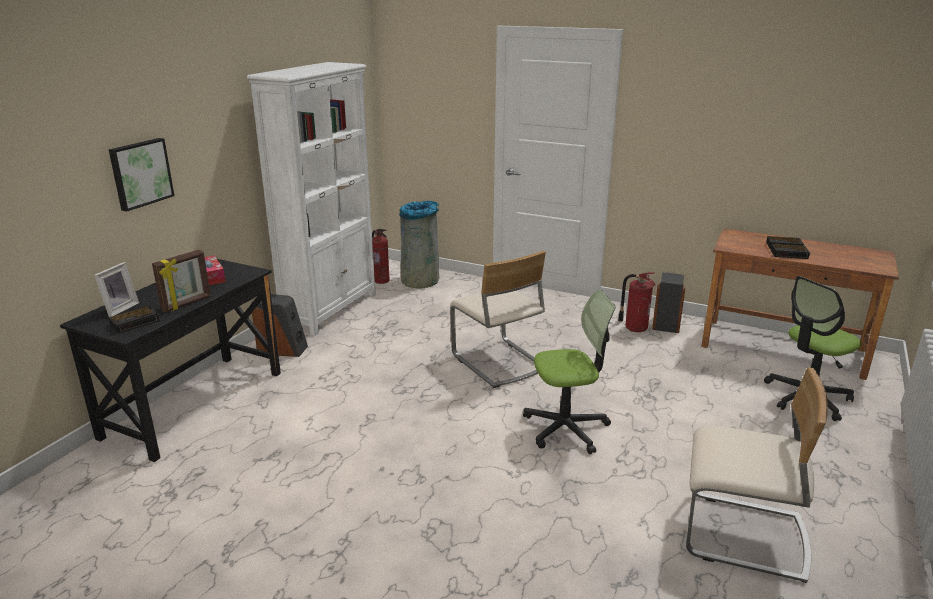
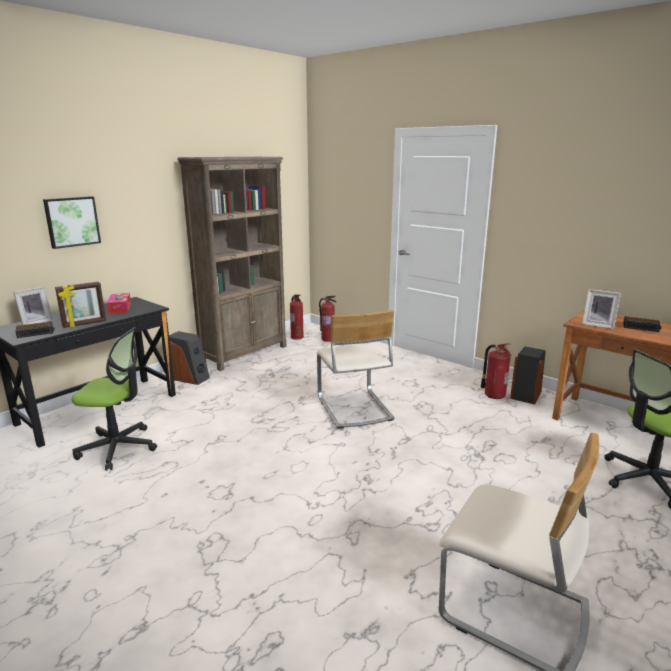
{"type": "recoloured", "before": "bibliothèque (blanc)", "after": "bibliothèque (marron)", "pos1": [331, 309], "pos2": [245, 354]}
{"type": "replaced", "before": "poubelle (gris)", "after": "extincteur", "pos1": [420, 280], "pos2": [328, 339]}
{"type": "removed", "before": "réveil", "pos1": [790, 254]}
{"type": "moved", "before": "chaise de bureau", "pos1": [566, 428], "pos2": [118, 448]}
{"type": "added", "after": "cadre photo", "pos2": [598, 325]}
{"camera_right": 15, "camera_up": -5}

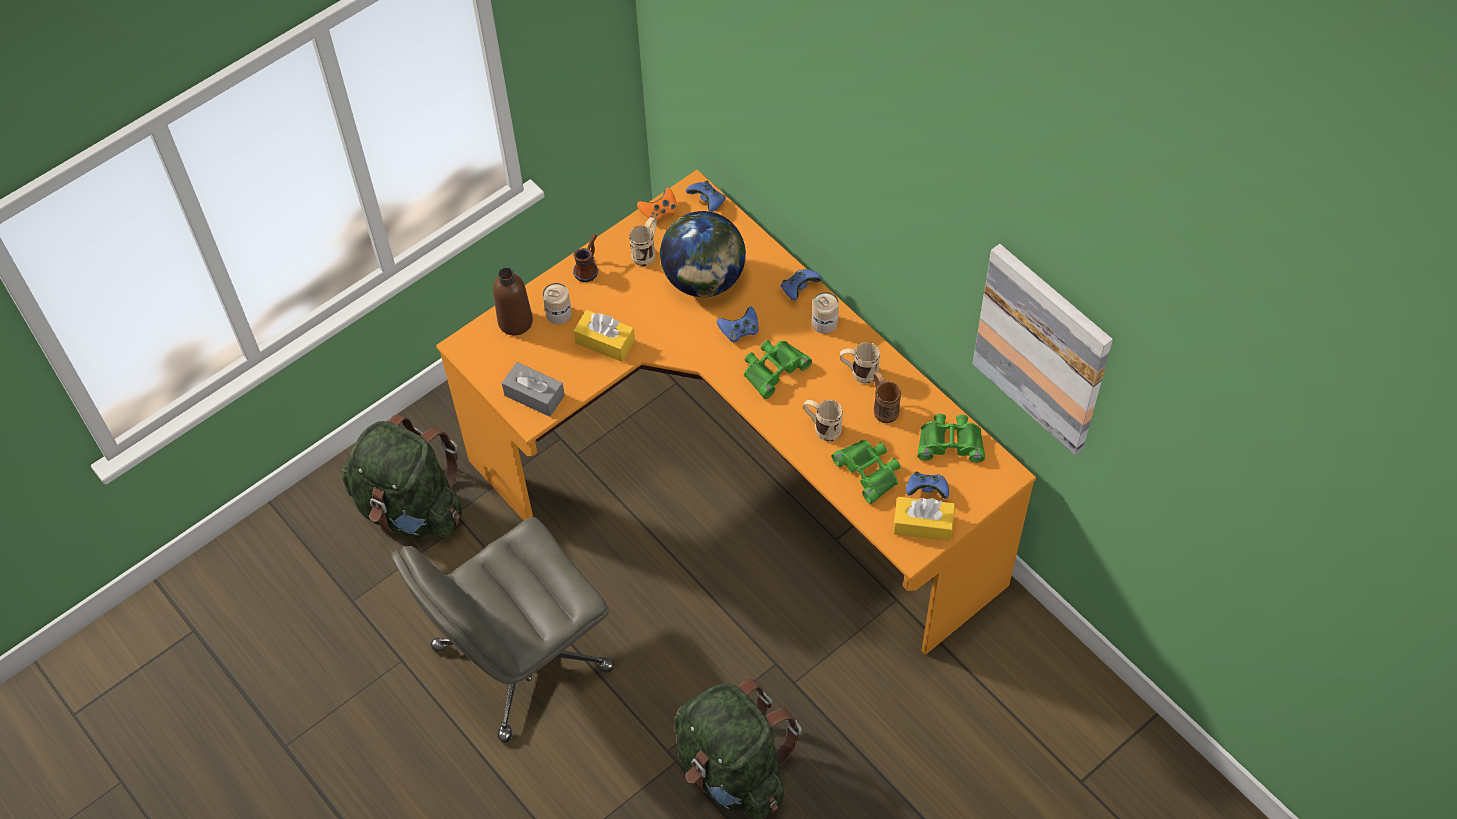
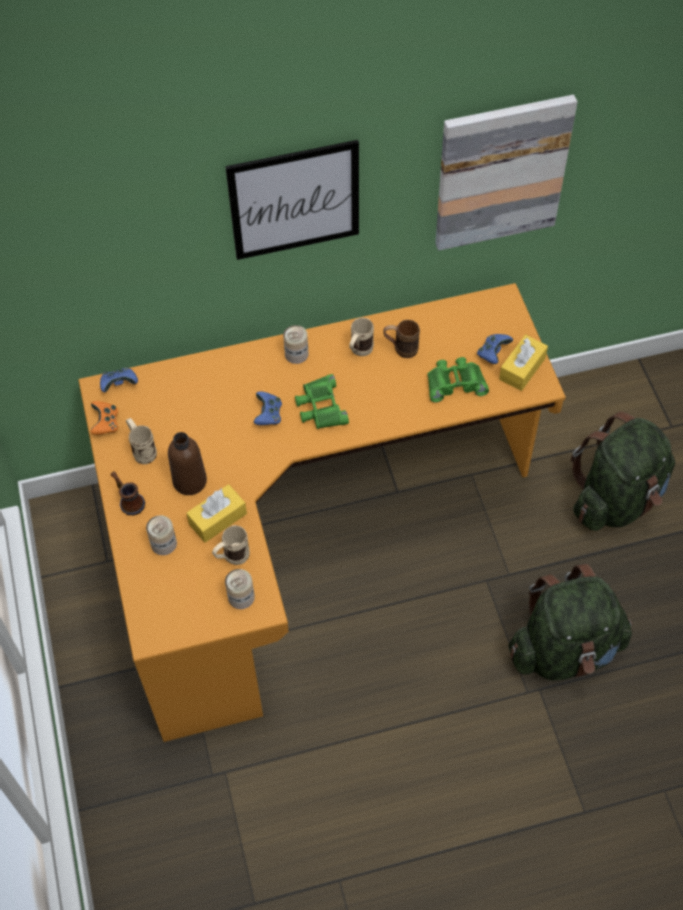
{"type": "removed", "before": "globe", "pos1": [704, 280]}
{"type": "moved", "before": "bouteille (marron)", "pos1": [515, 321], "pos2": [190, 481]}
{"type": "removed", "before": "manette (bleu)", "pos1": [799, 289]}
{"type": "replaced", "before": "boîte à mouchoirs (gris)", "after": "boîte métallique", "pos1": [534, 395], "pos2": [241, 597]}
{"type": "moved", "before": "mug (beige)", "pos1": [822, 428], "pos2": [232, 558]}
{"type": "moved", "before": "sac à dos (vert)", "pos1": [411, 508], "pos2": [617, 498]}
{"type": "removed", "before": "jumelles (vert)", "pos1": [950, 442]}
{"type": "removed", "before": "chaise de bureau (gris)", "pos1": [520, 659]}
{"type": "added", "after": "tableau", "pos2": [294, 200]}
{"camera_right": -65, "camera_up": 0}

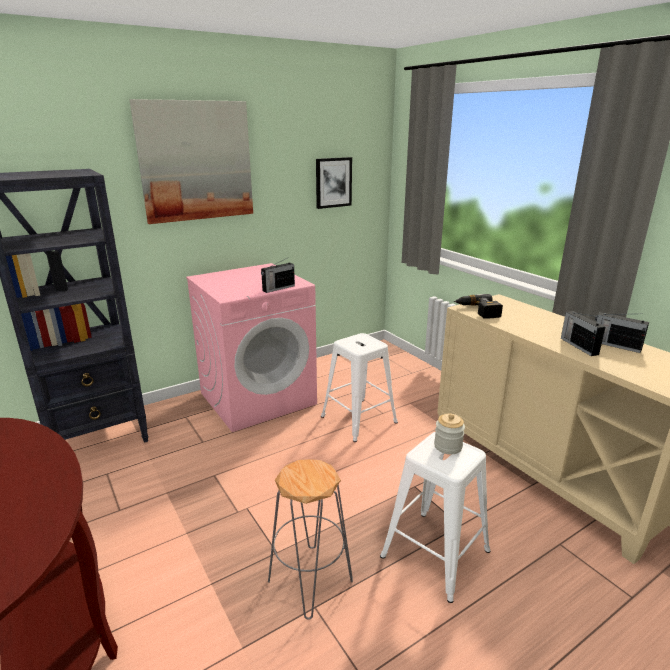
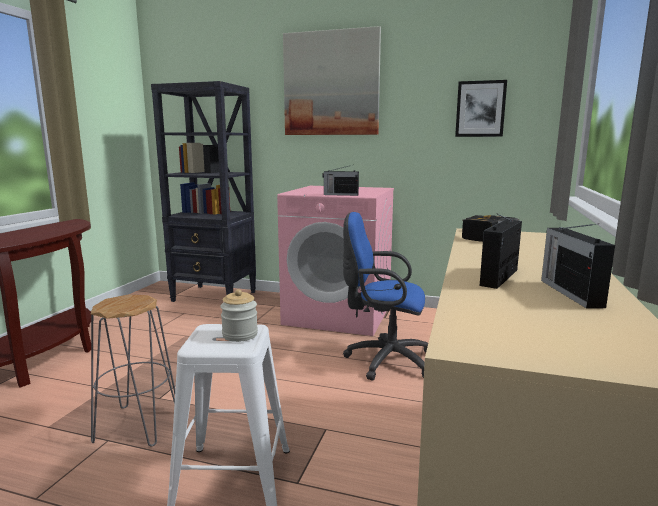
{"type": "replaced", "before": "tabouret (blanc)", "after": "chaise de bureau (bleu)", "pos1": [357, 419], "pos2": [384, 360]}
{"camera_right": 50, "camera_up": -10}

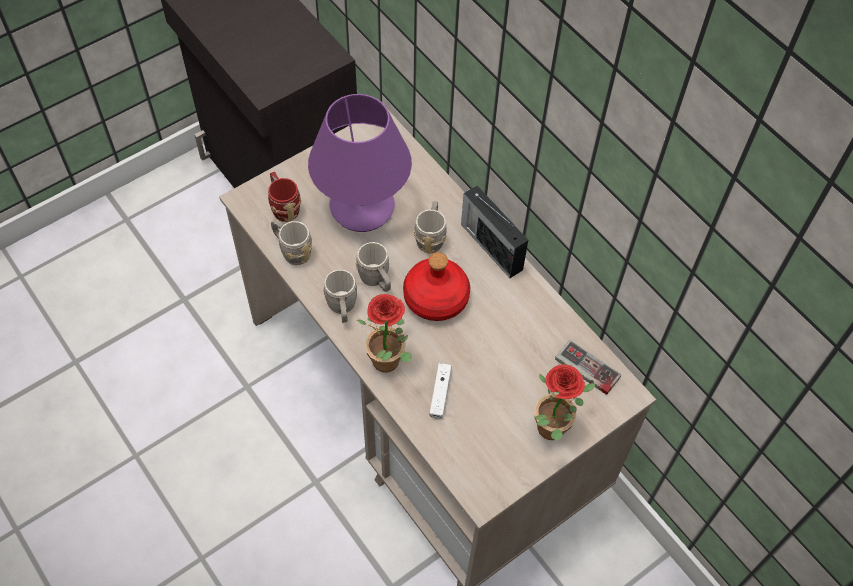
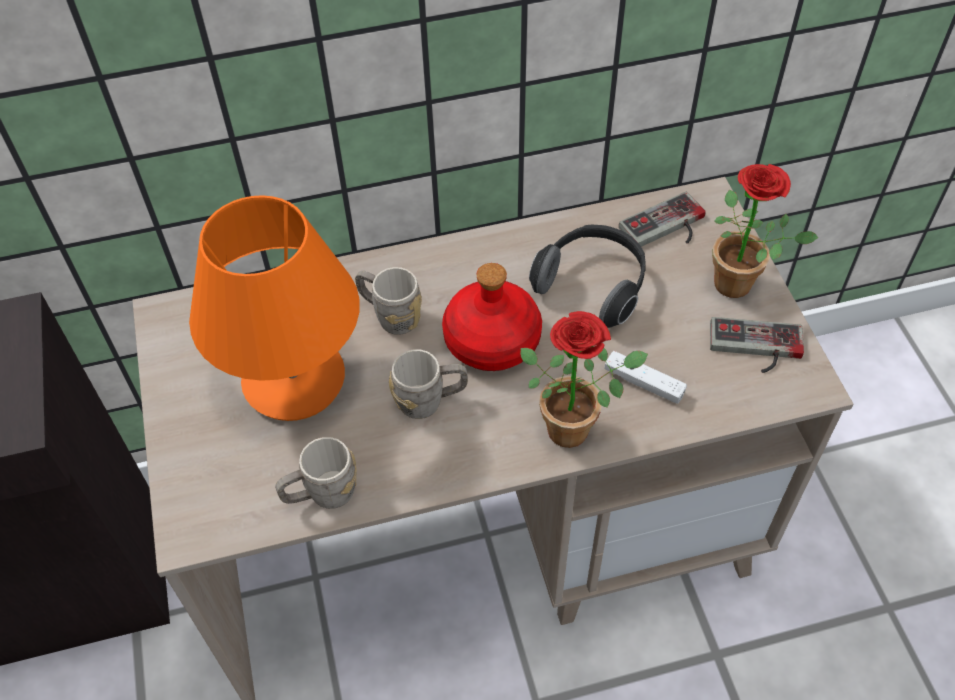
{"type": "recoloured", "before": "lampe de table (violet)", "after": "lampe de table (orange)", "pos1": [361, 206], "pos2": [293, 381]}
{"type": "removed", "before": "mug (rouge)", "pos1": [283, 206]}
{"type": "removed", "before": "radio", "pos1": [490, 245]}
{"type": "removed", "before": "mug (gris)", "pos1": [342, 308]}
{"type": "added", "after": "casque audio", "pos2": [593, 285]}
{"type": "added", "after": "manette", "pos2": [755, 349]}
{"camera_right": -65, "camera_up": -5}

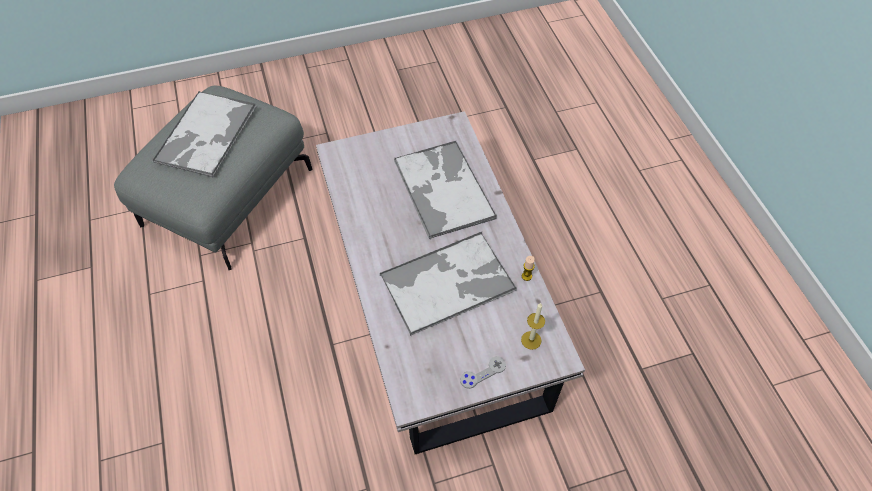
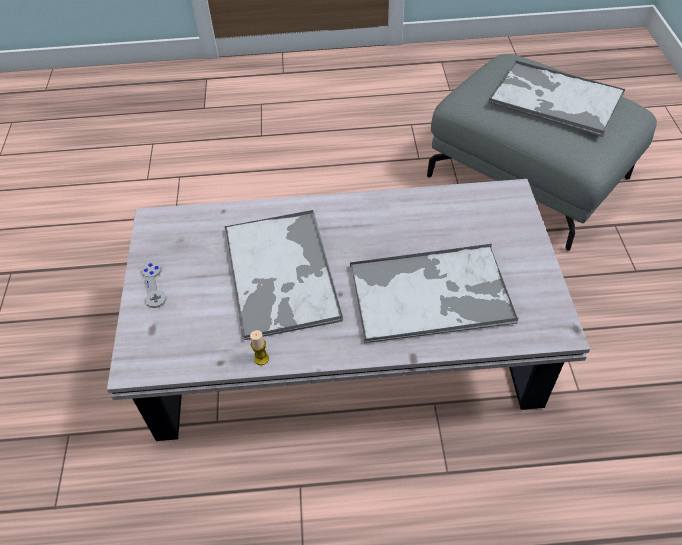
{"type": "removed", "before": "bougie", "pos1": [531, 340]}
{"camera_right": 105, "camera_up": -5}

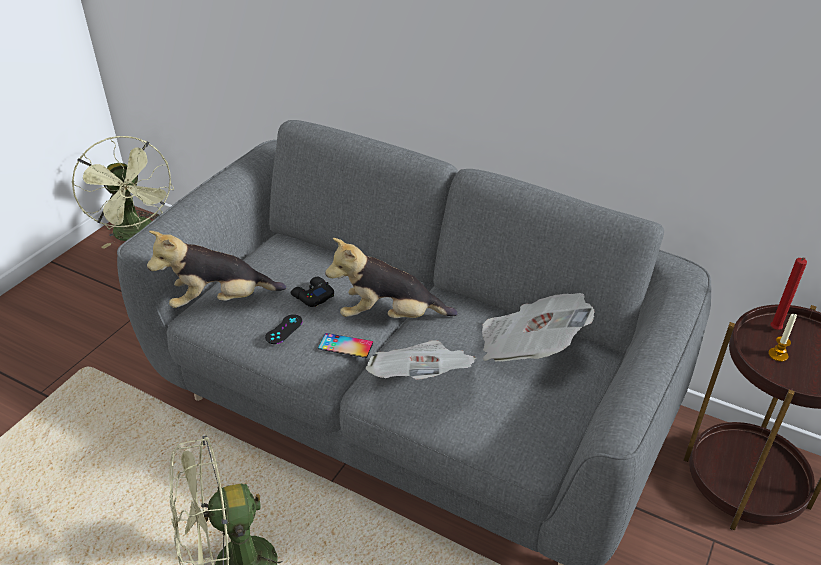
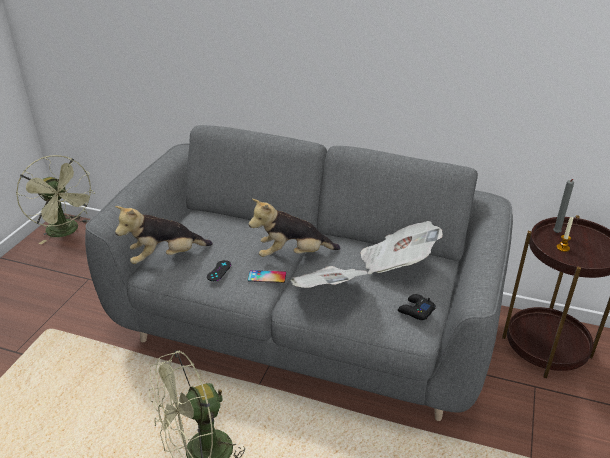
{"type": "recoloured", "before": "bougie (rouge)", "after": "bougie (gris)", "pos1": [774, 330], "pos2": [556, 233]}
{"type": "moved", "before": "manette (noir)", "pos1": [312, 296], "pos2": [415, 311]}
{"camera_right": -10, "camera_up": -5}

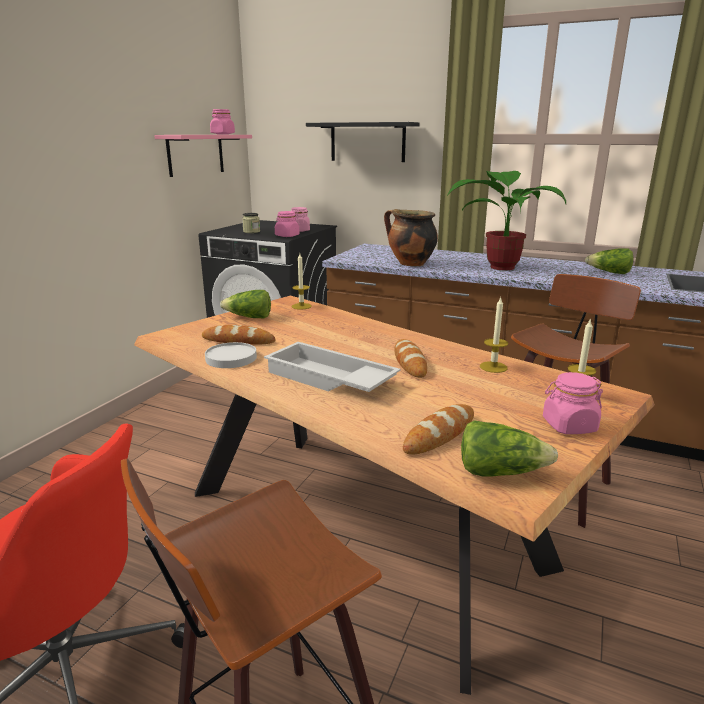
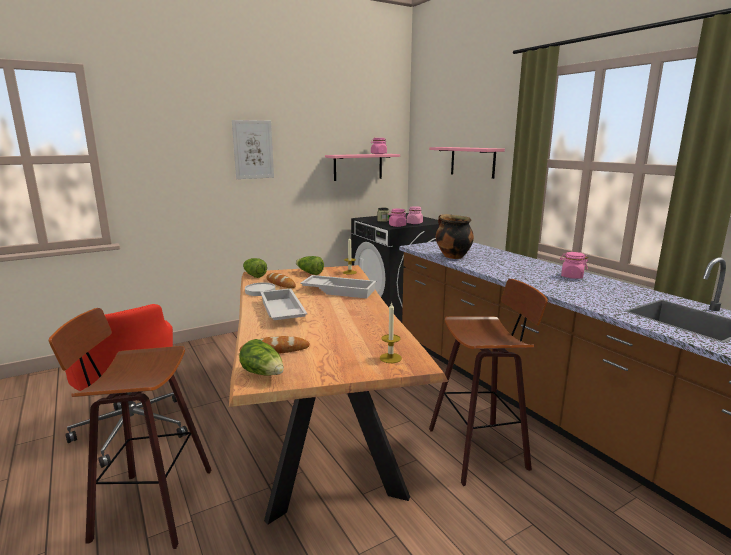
{"type": "recoloured", "before": "étagère (noir)", "after": "étagère (rose)", "pos1": [367, 142], "pos2": [472, 162]}
{"type": "removed", "before": "plante en pot", "pos1": [499, 266]}
{"type": "moved", "before": "laitue", "pos1": [609, 273], "pos2": [254, 275]}
{"type": "removed", "before": "bougie", "pos1": [493, 367]}
{"type": "removed", "before": "pain", "pos1": [409, 362]}
{"type": "moved", "before": "bocal (rose)", "pos1": [569, 426], "pos2": [571, 276]}
{"type": "added", "after": "tableau", "pos2": [253, 149]}
{"type": "added", "after": "plateau (blanc)", "pos2": [339, 290]}
{"camera_right": 35, "camera_up": -5}

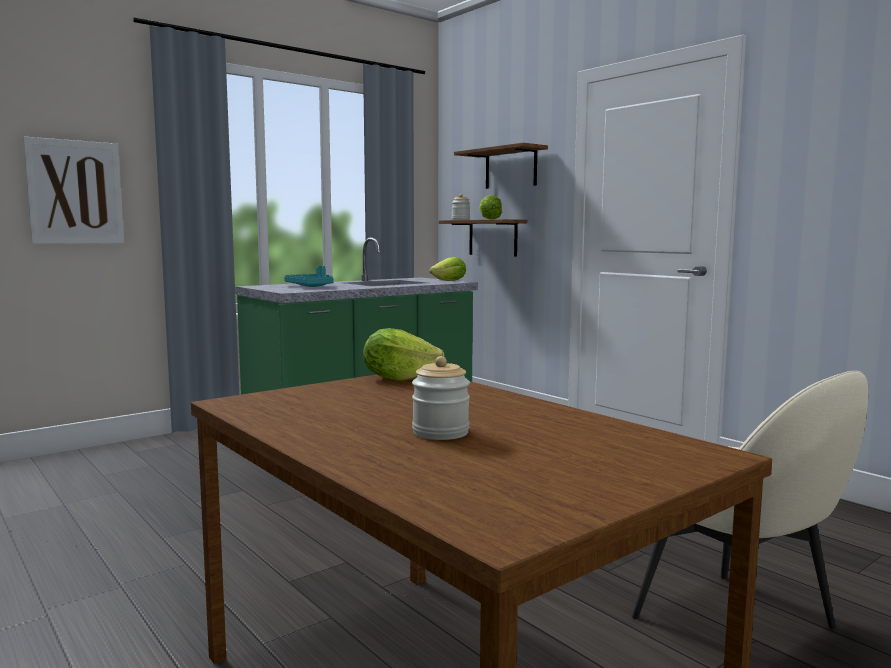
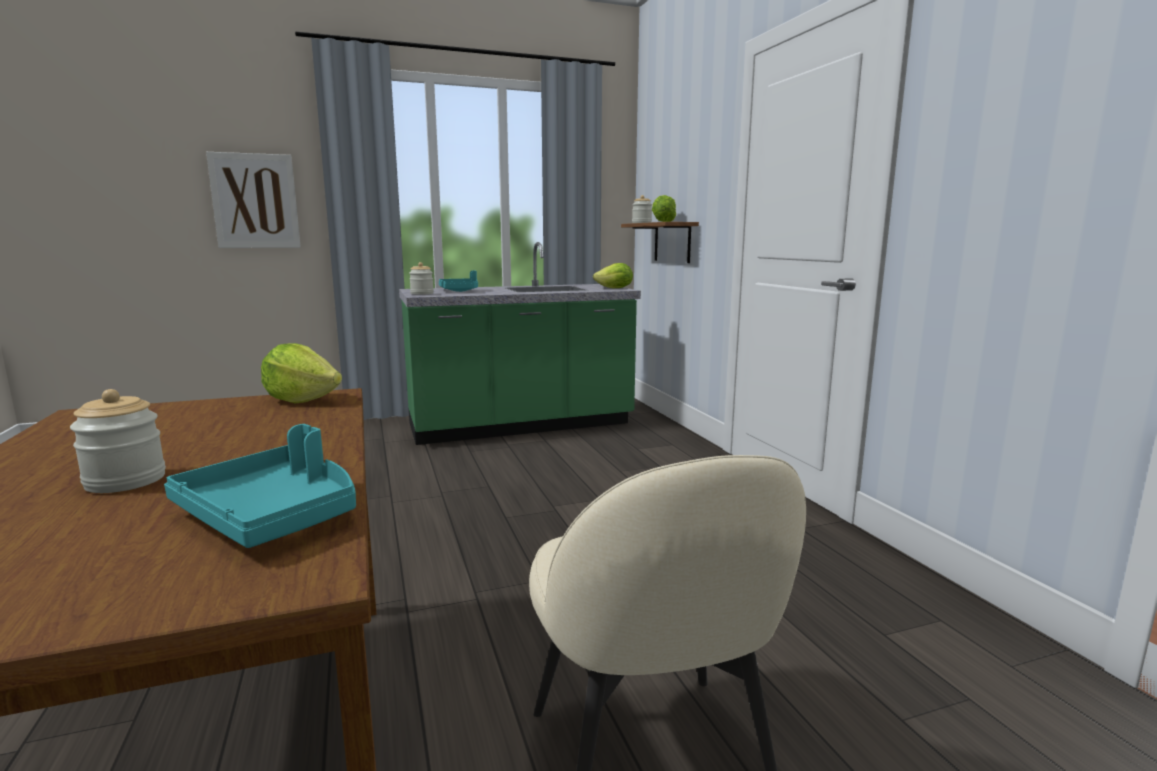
{"type": "removed", "before": "étagère", "pos1": [510, 168]}
{"type": "added", "after": "bocal", "pos2": [422, 293]}
{"type": "added", "after": "plateau (turquoise)", "pos2": [274, 515]}
{"camera_right": 20, "camera_up": 5}

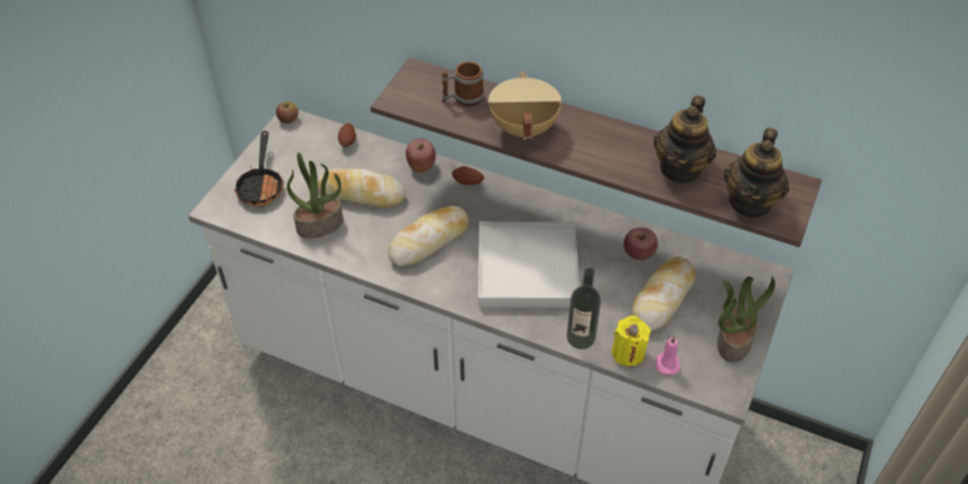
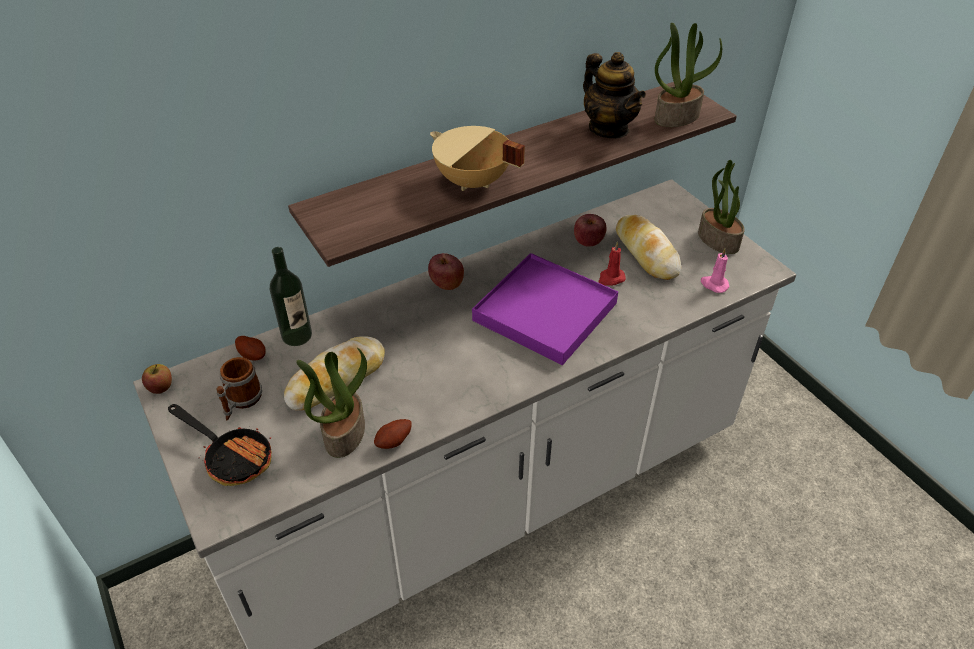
{"type": "moved", "before": "mug", "pos1": [463, 98], "pos2": [241, 402]}
{"type": "replaced", "before": "théière", "after": "plante en pot", "pos1": [750, 202], "pos2": [676, 116]}
{"type": "moved", "before": "pomme", "pos1": [421, 166], "pos2": [446, 284]}
{"type": "moved", "before": "pomme de terre", "pos1": [467, 183], "pos2": [394, 442]}
{"type": "removed", "before": "pain", "pos1": [429, 241]}
{"type": "recoloured", "before": "plateau (blanc)", "after": "plateau (violet)", "pos1": [527, 268], "pos2": [545, 312]}
{"type": "moved", "before": "bouteille", "pos1": [580, 337], "pos2": [297, 335]}
{"type": "removed", "before": "bougie (jaune)", "pos1": [628, 353]}
{"type": "added", "after": "bougie (rouge)", "pos2": [611, 278]}
{"camera_right": -55, "camera_up": -5}

